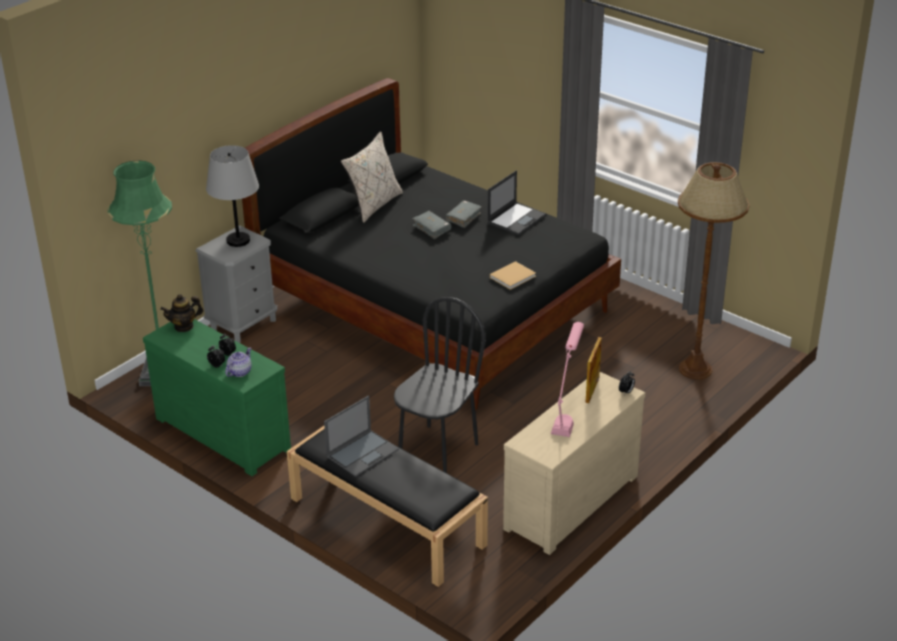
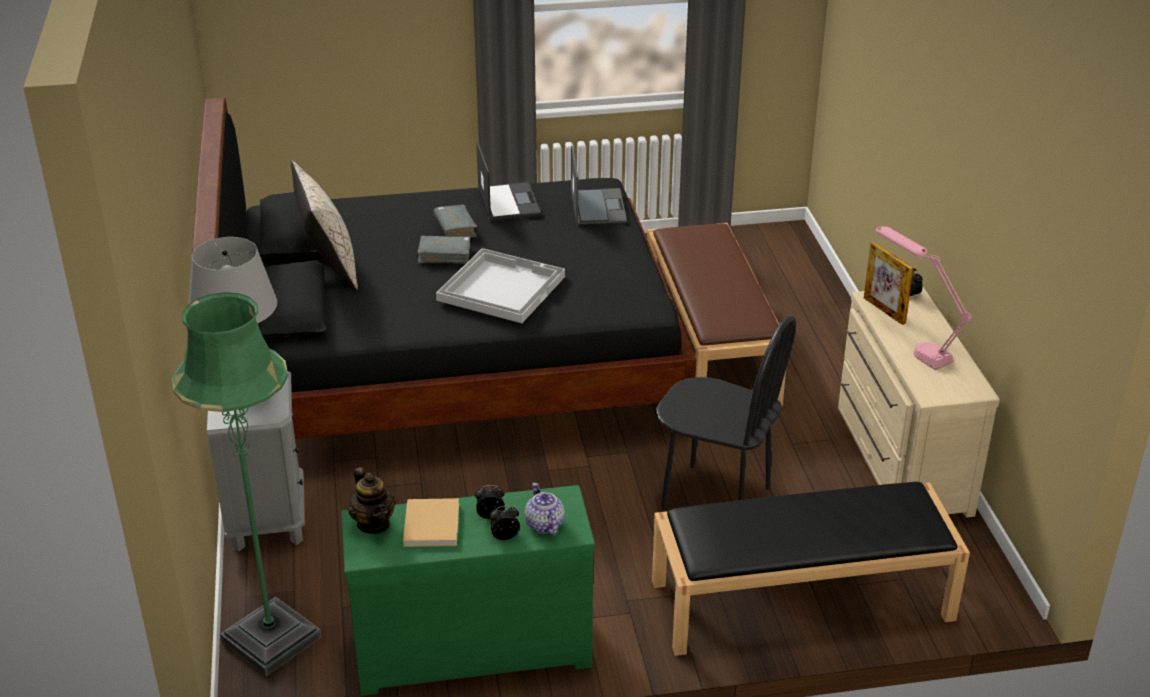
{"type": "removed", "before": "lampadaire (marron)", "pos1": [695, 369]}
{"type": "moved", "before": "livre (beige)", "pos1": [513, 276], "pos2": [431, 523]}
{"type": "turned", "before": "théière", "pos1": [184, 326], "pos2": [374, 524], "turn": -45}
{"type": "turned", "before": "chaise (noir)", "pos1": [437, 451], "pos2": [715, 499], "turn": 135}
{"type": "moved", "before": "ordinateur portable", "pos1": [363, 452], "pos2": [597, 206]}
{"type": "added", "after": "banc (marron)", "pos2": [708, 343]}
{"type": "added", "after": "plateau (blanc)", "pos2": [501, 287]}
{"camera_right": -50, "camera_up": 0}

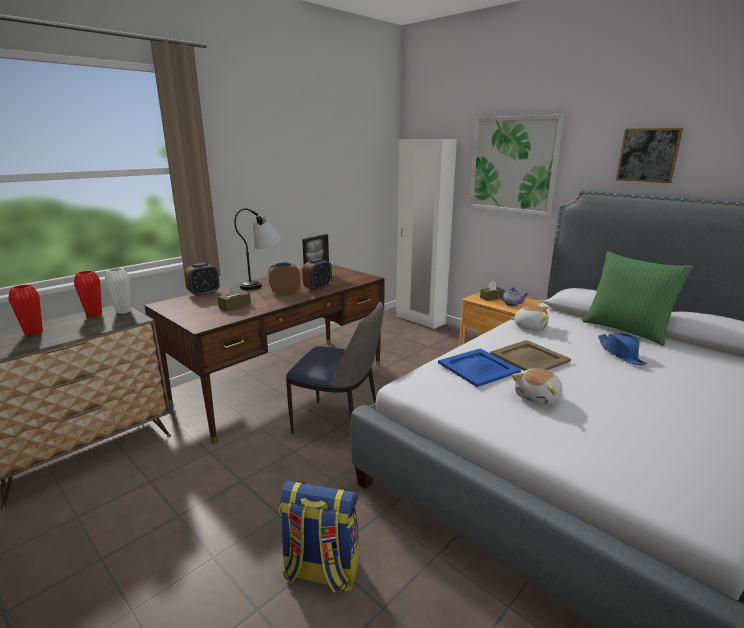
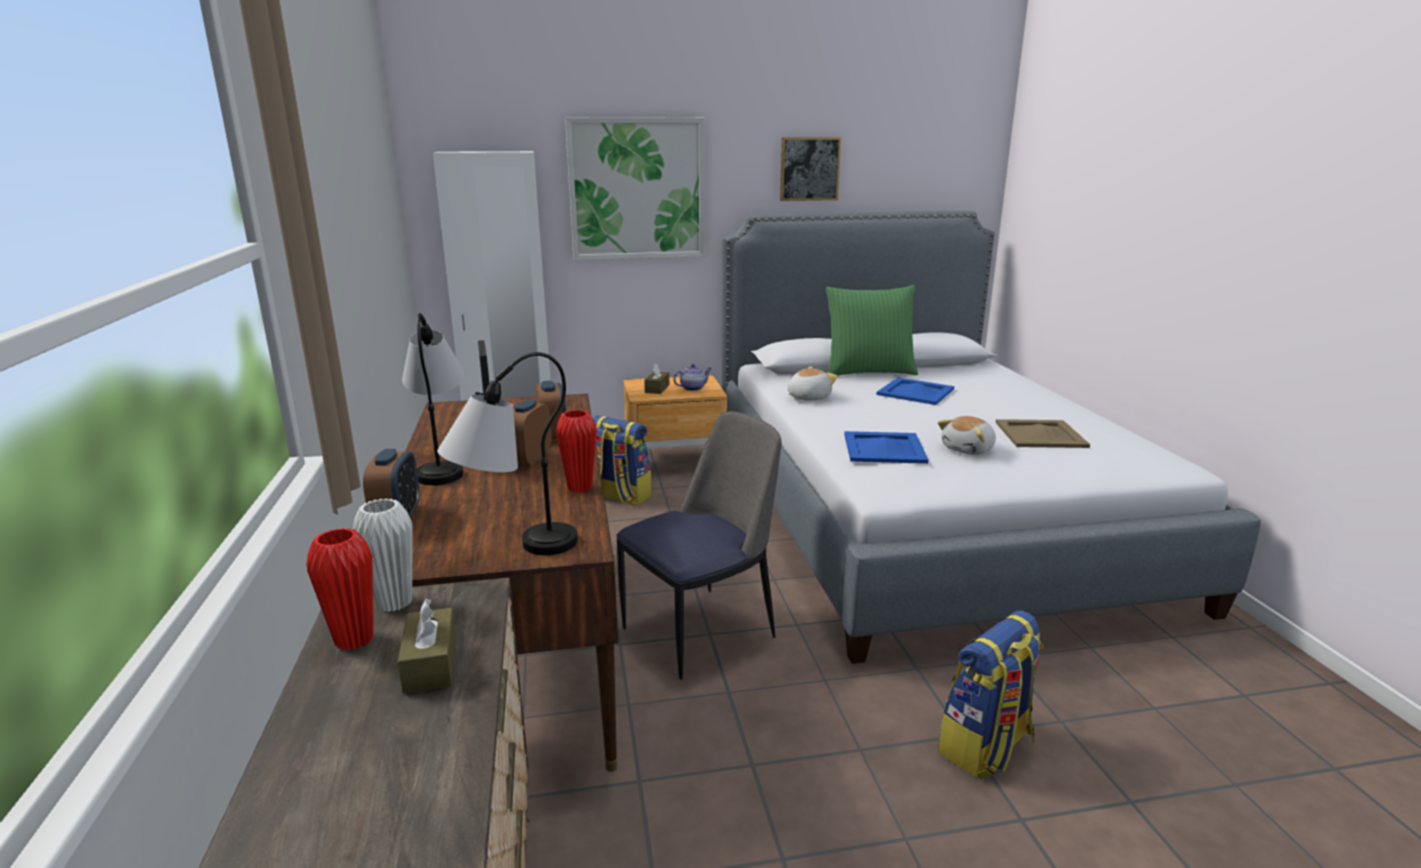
{"type": "moved", "before": "boîte à mouchoirs (marron)", "pos1": [235, 306], "pos2": [430, 664]}
{"type": "moved", "before": "vase (rouge)", "pos1": [33, 333], "pos2": [580, 487]}
{"type": "replaced", "before": "chapeau (bleu)", "after": "plateau (bleu)", "pos1": [620, 353], "pos2": [916, 392]}
{"type": "moved", "before": "plateau (beige)", "pos1": [529, 357], "pos2": [1040, 435]}
{"type": "turned", "before": "peluche", "pos1": [538, 397], "pos2": [969, 449], "turn": 60}
{"type": "added", "after": "lampe de table", "pos2": [513, 552]}
{"type": "added", "after": "sac à dos", "pos2": [619, 496]}
{"camera_right": -55, "camera_up": 0}

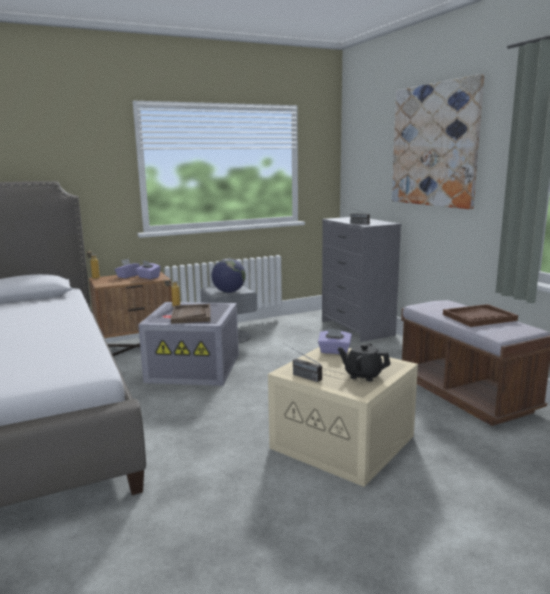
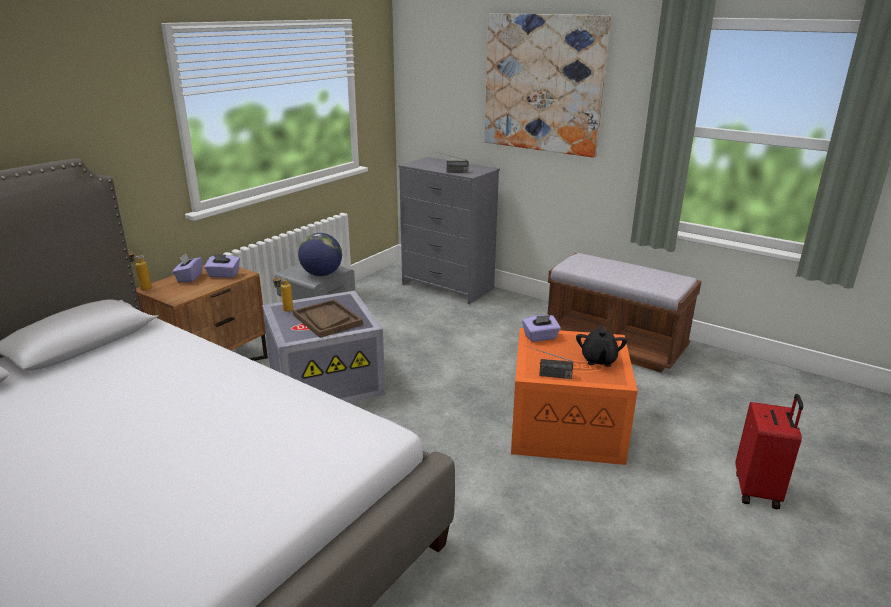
{"type": "removed", "before": "plateau (marron)", "pos1": [479, 317]}
{"type": "turned", "before": "théière (noir)", "pos1": [363, 375], "pos2": [598, 360], "turn": -75}
{"type": "recoloured", "before": "boîte de rangement (beige)", "after": "boîte de rangement (orange)", "pos1": [345, 442], "pos2": [568, 425]}
{"type": "added", "after": "valise (rouge)", "pos2": [758, 490]}
{"camera_right": -30, "camera_up": 10}

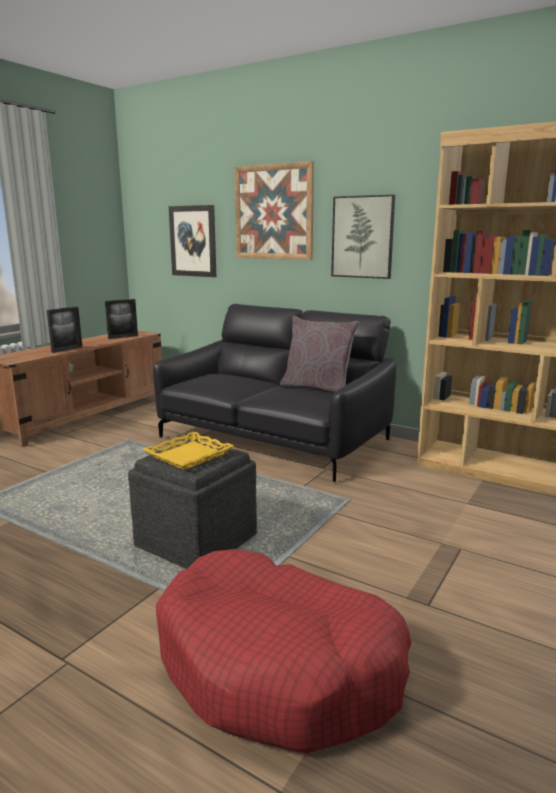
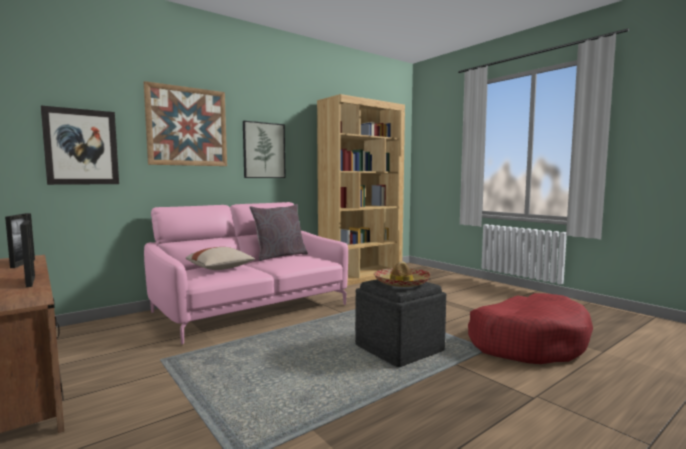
{"type": "recoloured", "before": "canapé (noir)", "after": "canapé (rose)", "pos1": [274, 439], "pos2": [251, 309]}
{"type": "replaced", "before": "plateau (jaune)", "after": "chapeau", "pos1": [188, 455], "pos2": [401, 283]}
{"type": "added", "after": "coussin (beige)", "pos2": [220, 269]}
{"camera_right": -70, "camera_up": -10}

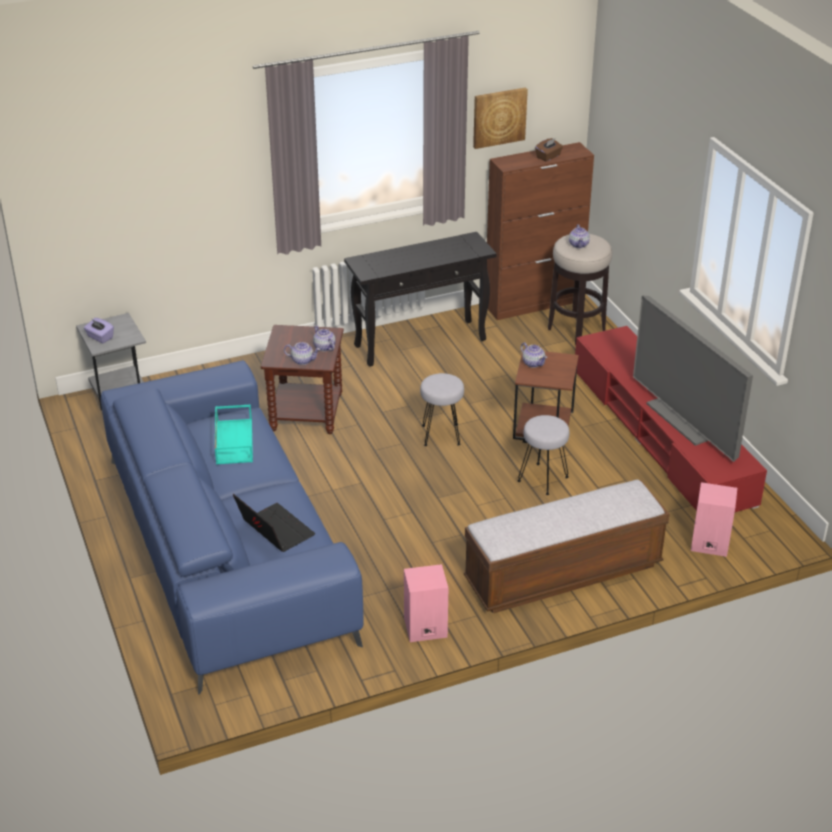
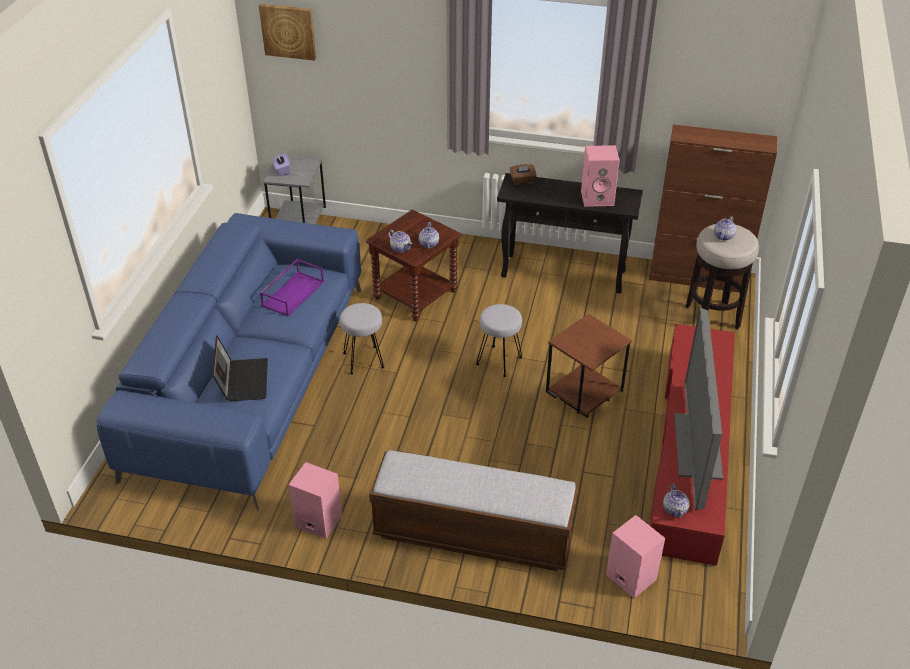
{"type": "moved", "before": "tableau", "pos1": [499, 117], "pos2": [288, 31]}
{"type": "moved", "before": "boîte à mouchoirs (marron)", "pos1": [548, 157], "pos2": [522, 181]}
{"type": "moved", "before": "théière", "pos1": [533, 363], "pos2": [675, 509]}
{"type": "recoloured", "before": "plateau (turquoise)", "after": "plateau (violet)", "pos1": [233, 441], "pos2": [293, 293]}
{"type": "moved", "before": "tabouret (gris)", "pos1": [543, 479], "pos2": [364, 360]}
{"type": "added", "after": "enceinte (rose)", "pos2": [598, 198]}
{"camera_right": 35, "camera_up": 5}

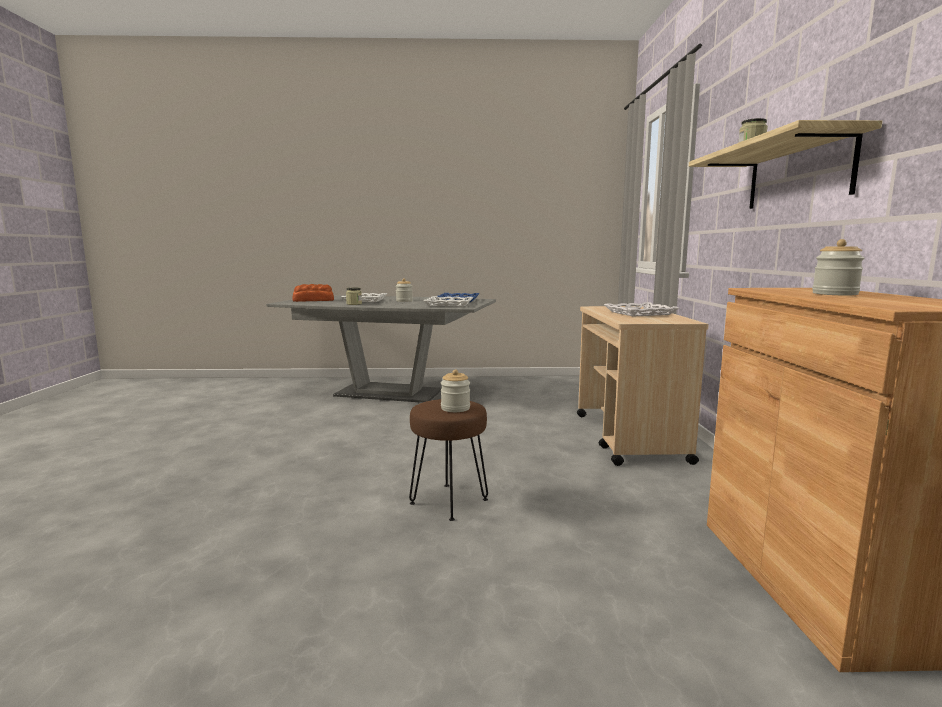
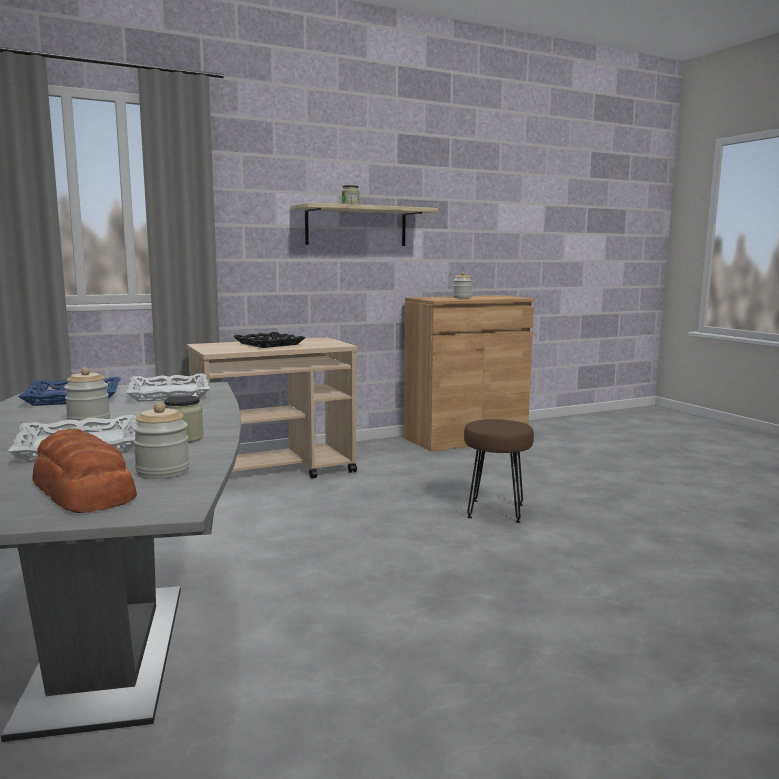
{"type": "recoloured", "before": "plateau (blanc)", "after": "plateau (noir)", "pos1": [640, 313], "pos2": [269, 344]}
{"type": "moved", "before": "bocal", "pos1": [455, 408], "pos2": [163, 471]}
{"camera_right": -115, "camera_up": 0}

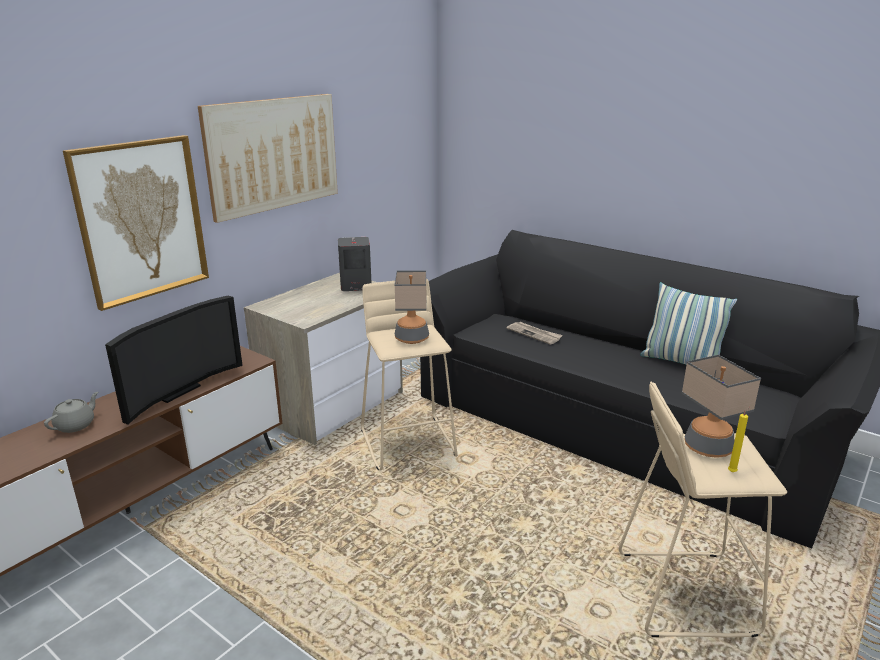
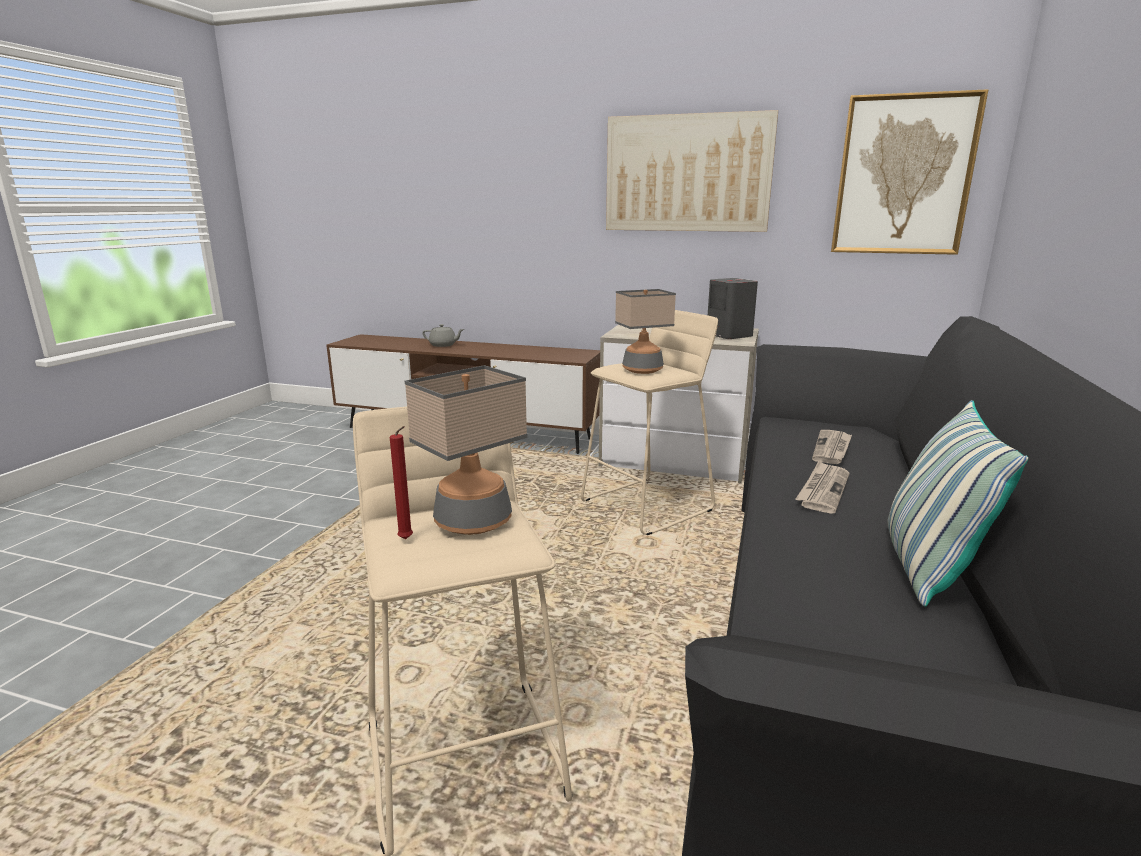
{"type": "moved", "before": "tableau", "pos1": [141, 220], "pos2": [903, 176]}
{"type": "removed", "before": "téléviseur", "pos1": [175, 391]}
{"type": "recoloured", "before": "bougie (jaune)", "after": "bougie (rouge)", "pos1": [733, 471], "pos2": [407, 540]}
{"type": "added", "after": "journal", "pos2": [823, 489]}
{"camera_right": 70, "camera_up": -5}

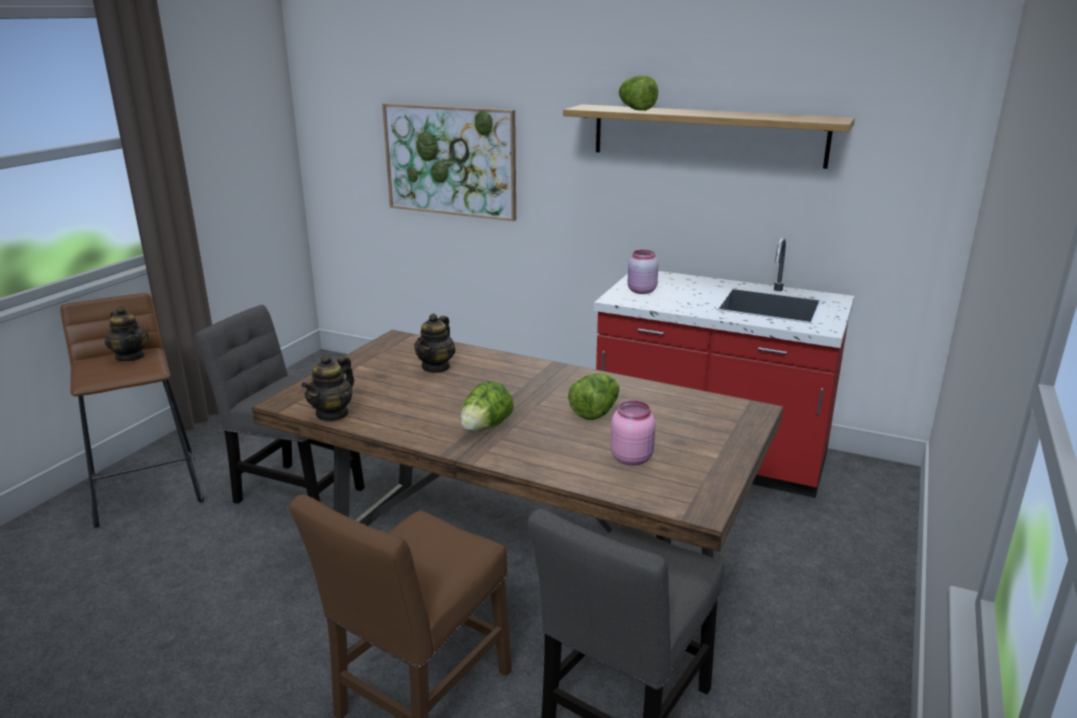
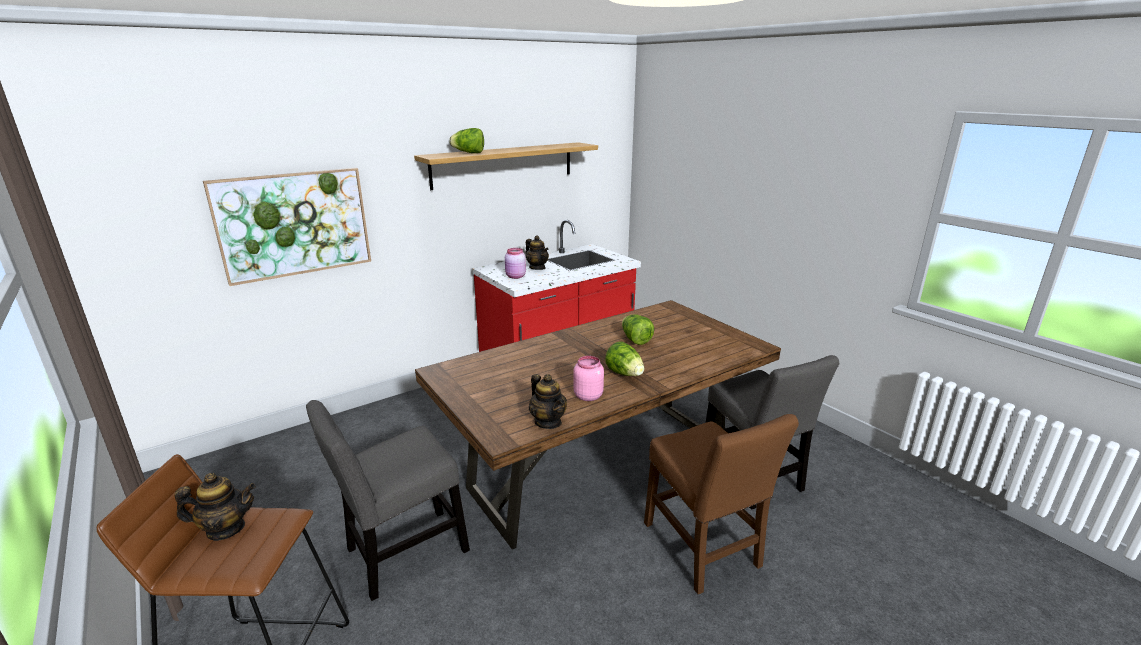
{"type": "moved", "before": "théière", "pos1": [436, 367], "pos2": [537, 268]}
{"type": "moved", "before": "bocal (rose)", "pos1": [632, 458], "pos2": [588, 396]}
{"camera_right": -60, "camera_up": 0}

